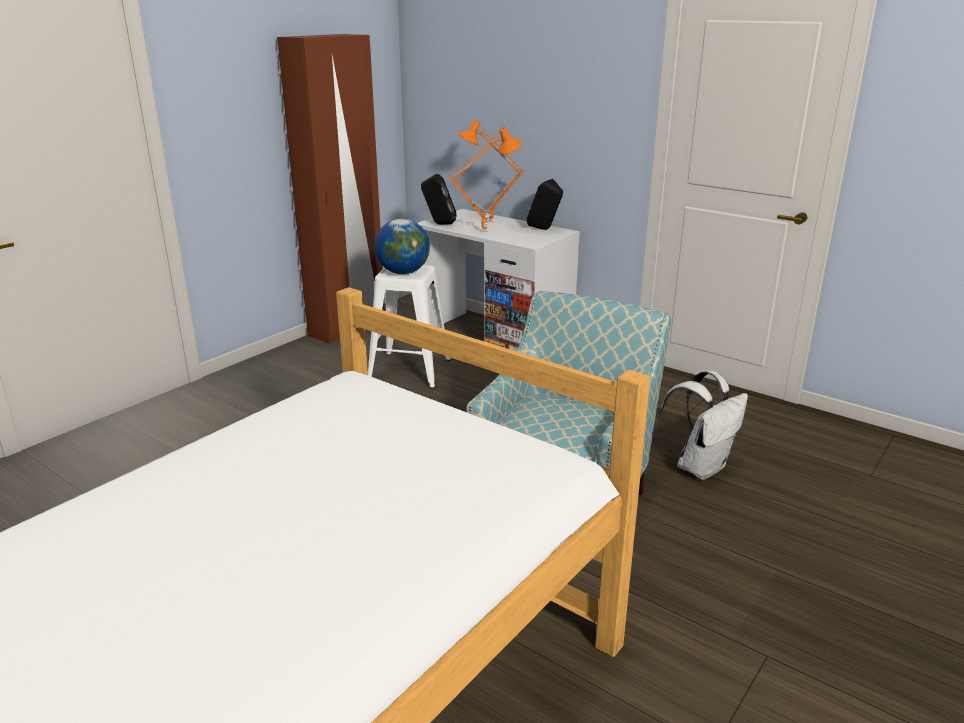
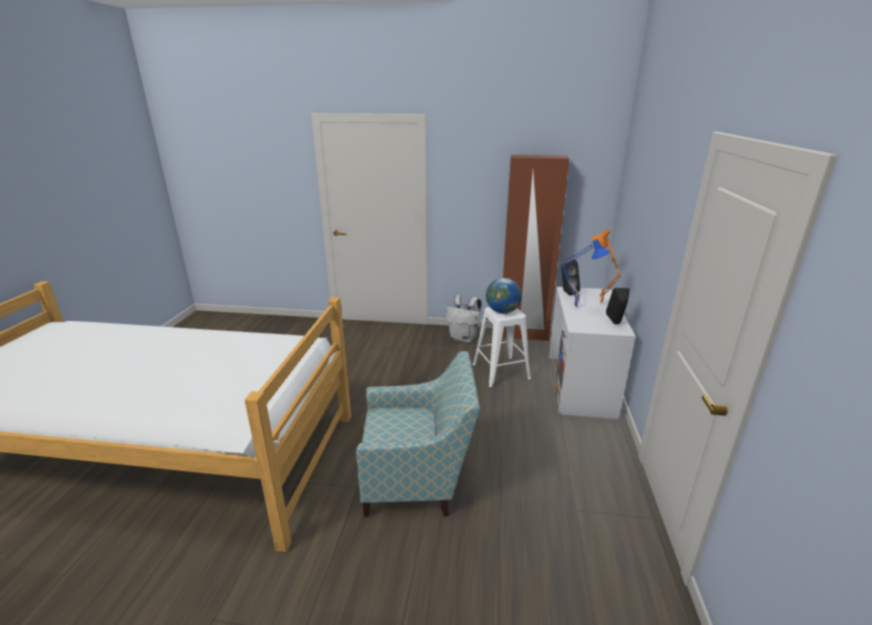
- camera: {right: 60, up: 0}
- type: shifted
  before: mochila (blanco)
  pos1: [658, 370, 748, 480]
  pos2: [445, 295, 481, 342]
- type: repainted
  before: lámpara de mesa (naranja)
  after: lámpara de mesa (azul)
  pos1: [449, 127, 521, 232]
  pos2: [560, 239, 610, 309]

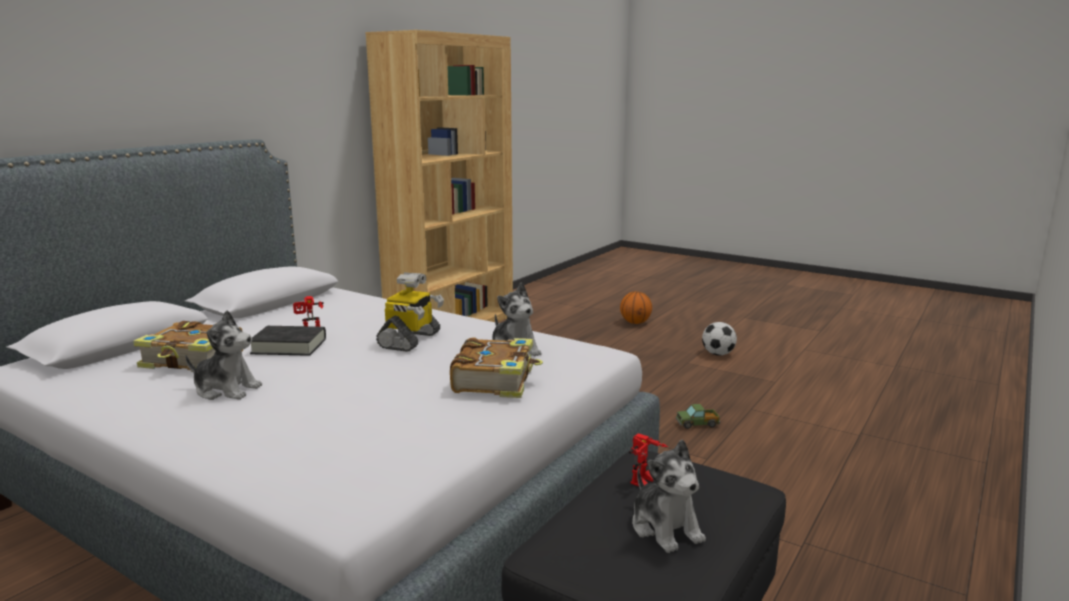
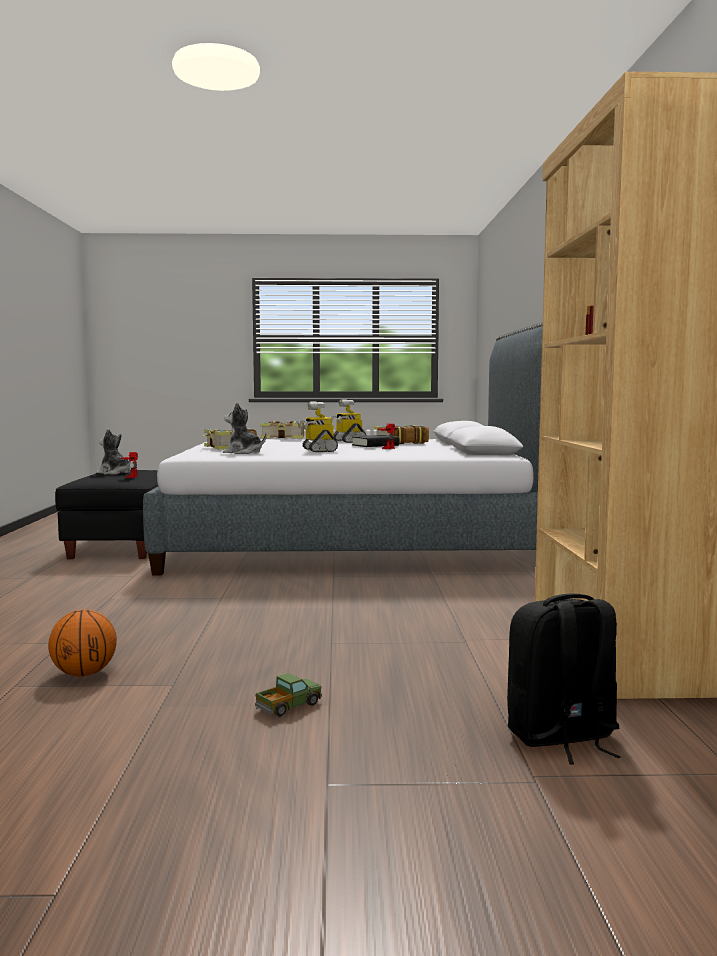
- camera: {right: 145, up: -10}
- type: shifted
  before: balón de baloncesto
  pos1: [620, 291, 652, 324]
  pos2: [48, 609, 117, 677]
- type: shifted
  before: camión de juguete
  pos1: [676, 404, 720, 429]
  pos2: [255, 673, 322, 716]
- type: new
  after: libro
  pos2: [260, 421, 304, 439]
- type: swapped
  before: peluche
  after: robot de juguete
  pos1: [185, 310, 262, 400]
  pos2: [330, 399, 367, 443]
- type: new
  after: mochila (negro)
  pos2: [507, 593, 621, 764]
- type: gone
  before: balón de fútbol
  pos1: [702, 322, 737, 356]

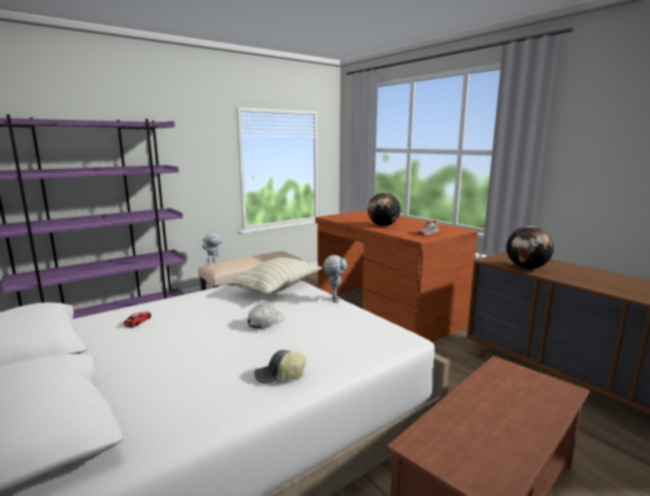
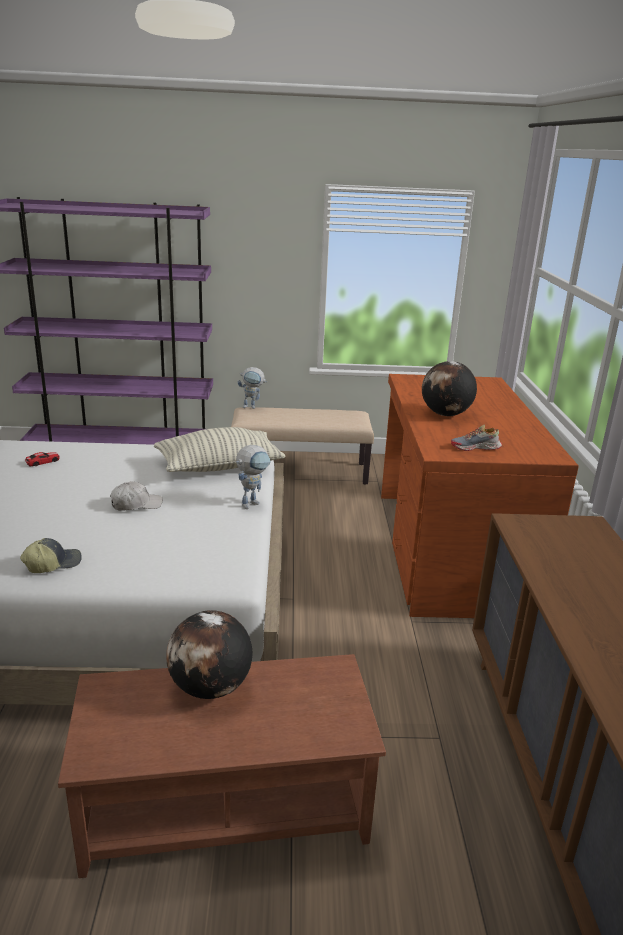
- camera: {right: 35, up: 10}
- type: rotated
  before: gorra
  pos1: [254, 350, 306, 384]
  pos2: [20, 538, 82, 573]
  turn: 120
- type: shifted
  before: globo terráqueo
  pos1: [506, 226, 554, 269]
  pos2: [166, 610, 253, 699]

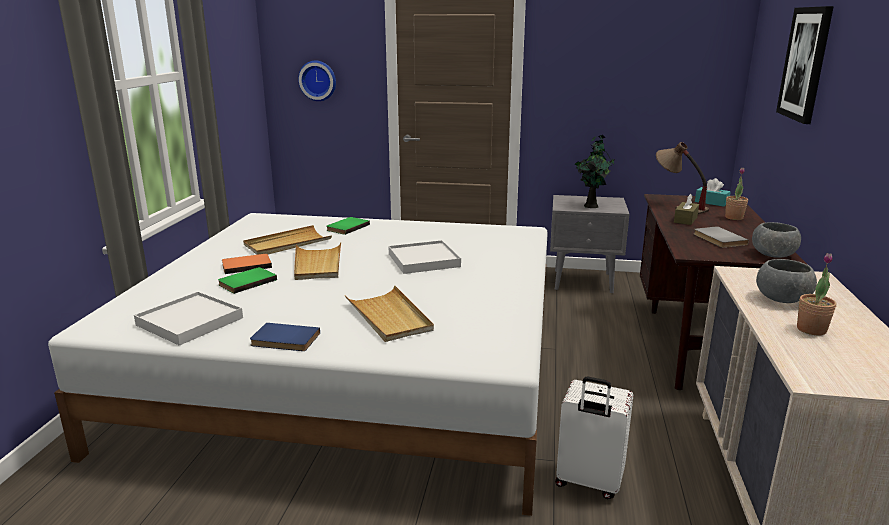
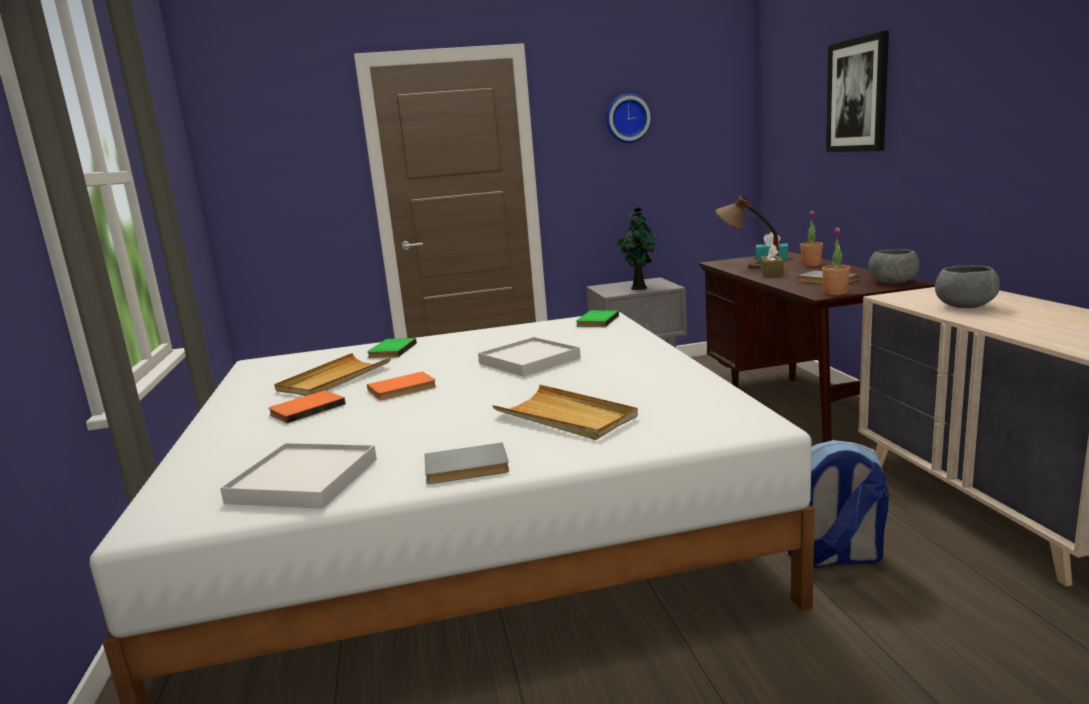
- camera: {right: -20, up: -5}
- type: swapped
  before: bandeja (beis)
  after: libro (naranja)
  pos1: [294, 243, 341, 280]
  pos2: [367, 372, 436, 400]
- type: repainted
  before: libro (azul)
  after: libro (gris)
  pos1: [250, 323, 320, 351]
  pos2: [424, 442, 509, 484]
- type: shifted
  before: libro (verde)
  pos1: [218, 267, 277, 294]
  pos2: [576, 310, 619, 327]
- type: shifted
  before: reloj de pared
  pos1: [298, 61, 336, 101]
  pos2: [606, 94, 651, 143]
- type: swapped
  before: maleta (blanco)
  after: mochila
  pos1: [555, 376, 634, 499]
  pos2: [788, 440, 889, 568]
- type: shifted
  before: planta en maceta
  pos1: [797, 253, 837, 335]
  pos2: [822, 228, 850, 295]

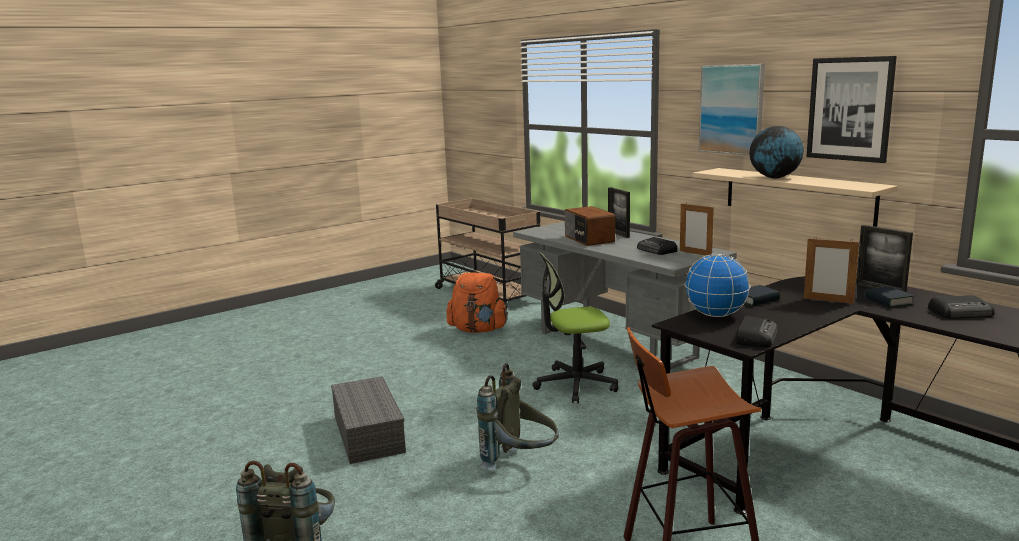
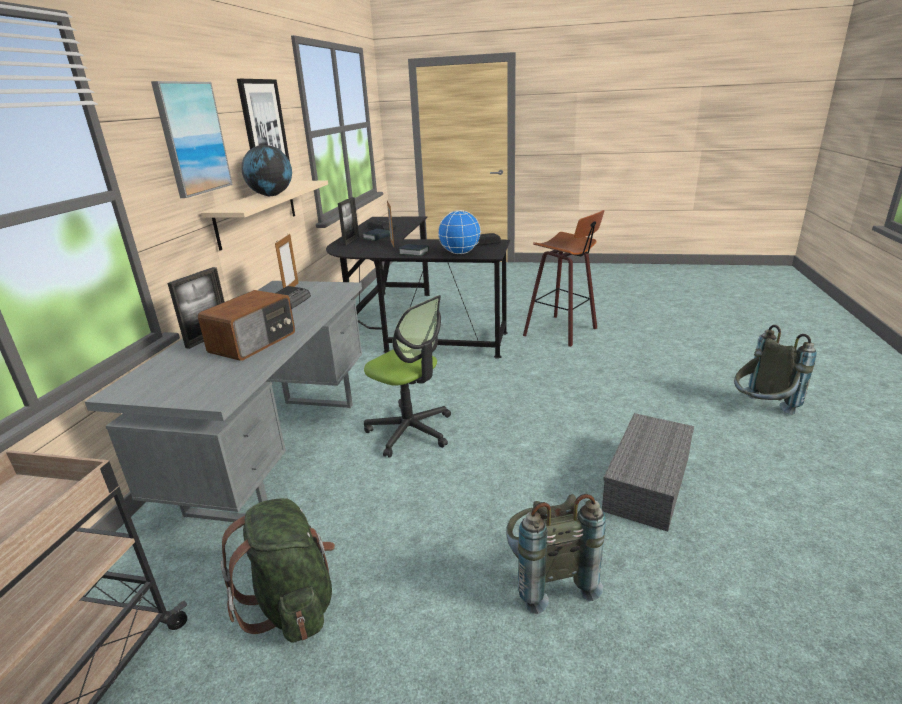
- camera: {right: -130, up: 10}
- type: repainted
  before: mochila (naranja)
  after: mochila (verde)
  pos1: [447, 273, 508, 333]
  pos2: [220, 498, 335, 642]
- type: shifted
  before: mochila (gris)
  pos1: [477, 363, 559, 471]
  pos2: [506, 494, 606, 614]

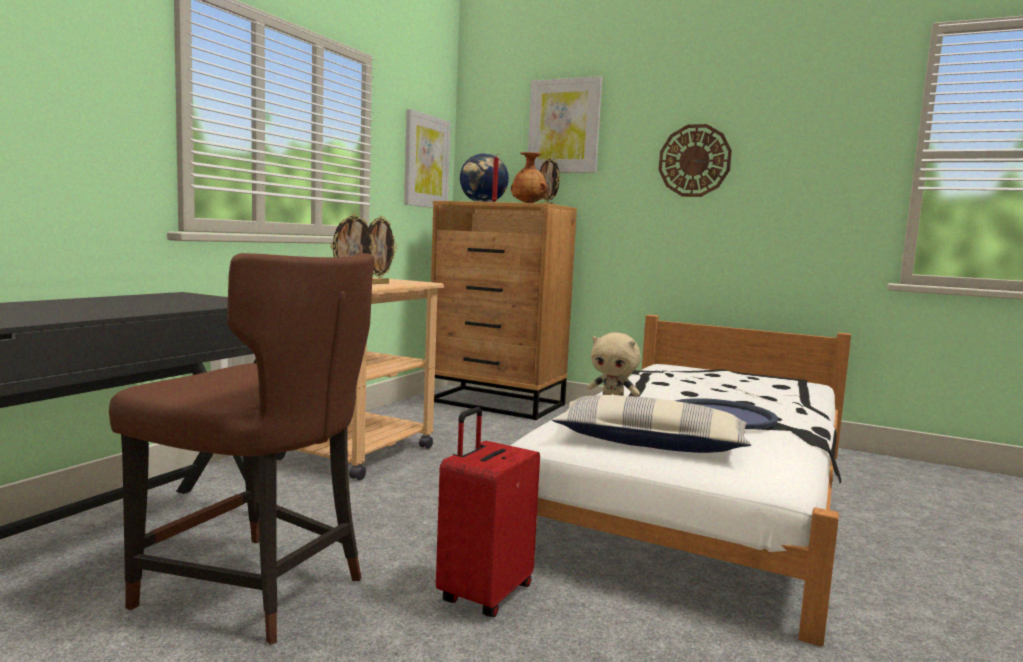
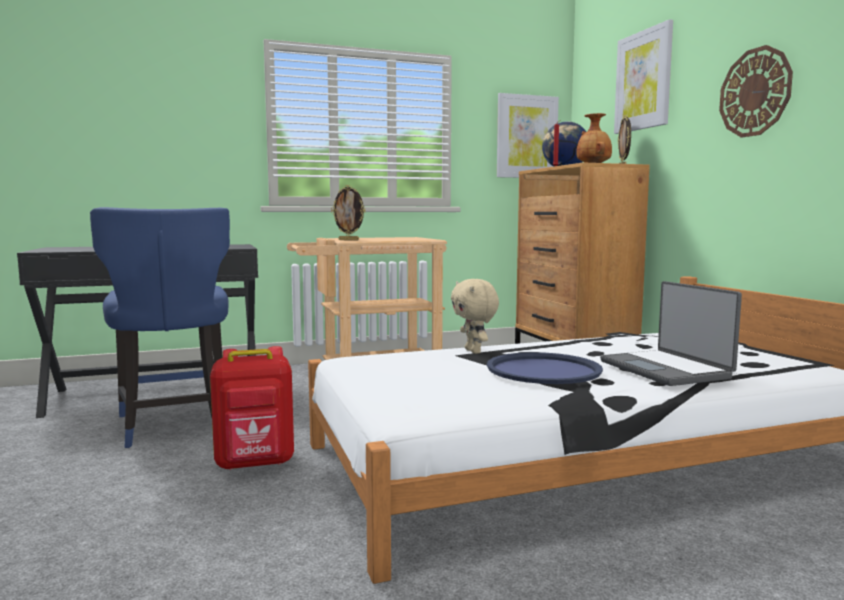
- camera: {right: 45, up: 0}
- type: repainted
  before: silla (marrón)
  after: silla (azul)
  pos1: [109, 252, 374, 645]
  pos2: [90, 207, 230, 448]
- type: swapped
  before: maleta (rojo)
  after: mochila (rojo)
  pos1: [436, 407, 540, 617]
  pos2: [210, 346, 294, 470]
- type: new
  after: portátil
  pos2: [600, 281, 742, 386]
- type: gone
  before: portarretratos
  pos1: [368, 216, 397, 284]
- type: gone
  before: cojín
  pos1: [552, 395, 751, 453]

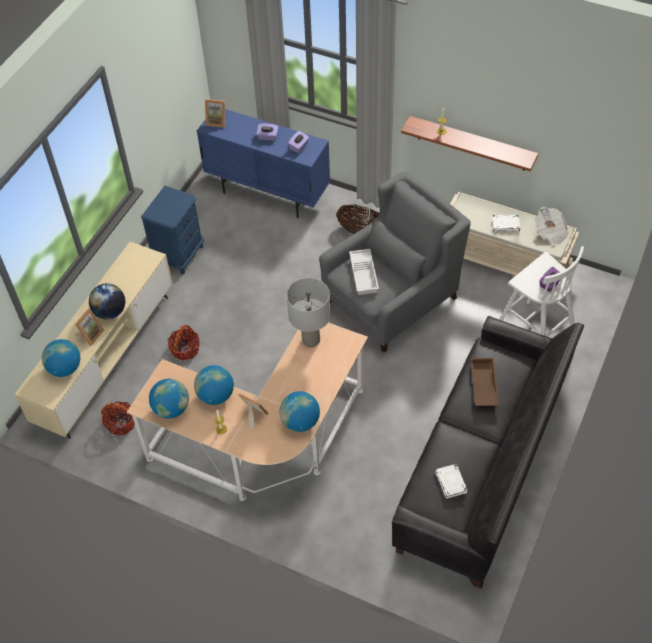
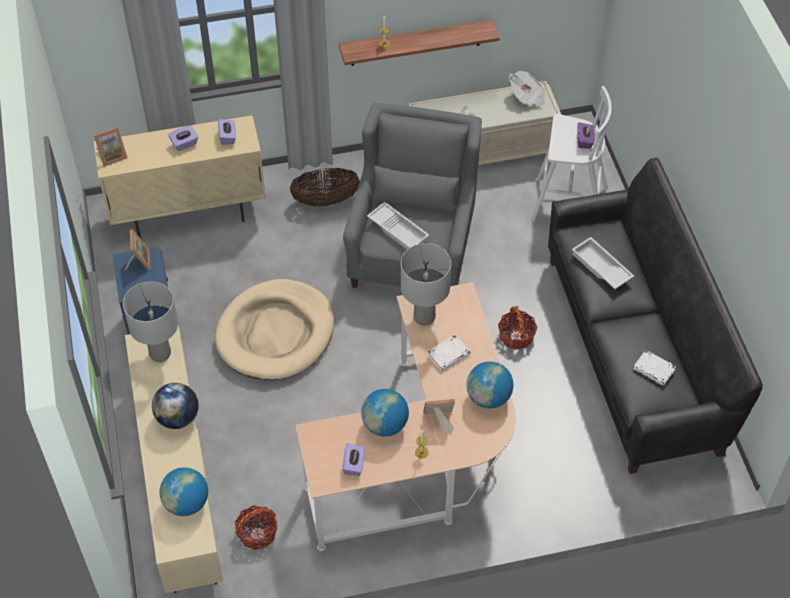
- camera: {right: -40, up: 0}
- type: repainted
  before: armario (azul)
  after: armario (beis)
  pos1: [197, 109, 330, 218]
  pos2: [93, 115, 266, 239]
- type: new
  after: lámpara de mesa (gris)
  pos2: [123, 281, 178, 362]
- type: shifted
  before: portarretratos
  pos1: [75, 308, 104, 346]
  pos2: [124, 229, 151, 271]
- type: new
  after: cama para perro (beis)
  pos2: [215, 279, 334, 380]
- type: swapped
  before: globo terráqueo
  after: caja de pañuelos (morado)
  pos1: [149, 379, 189, 418]
  pos2: [343, 443, 365, 476]
- type: shifted
  before: libro (blanco)
  pos1: [492, 215, 520, 232]
  pos2: [427, 335, 470, 371]
- type: shifted
  before: cesta
  pos1: [168, 325, 200, 361]
  pos2: [498, 306, 537, 350]
- type: repainted
  before: bandeja (marrón)
  after: bandeja (blanco)
  pos1: [471, 358, 499, 406]
  pos2: [572, 237, 634, 289]

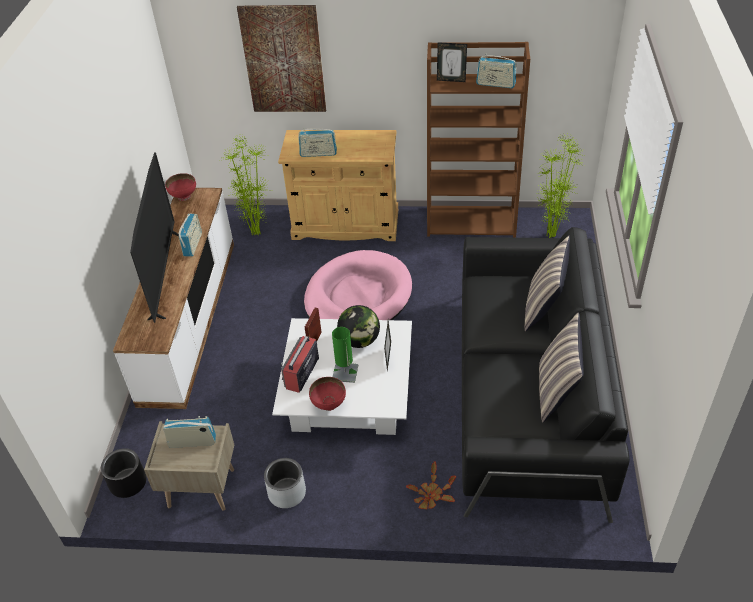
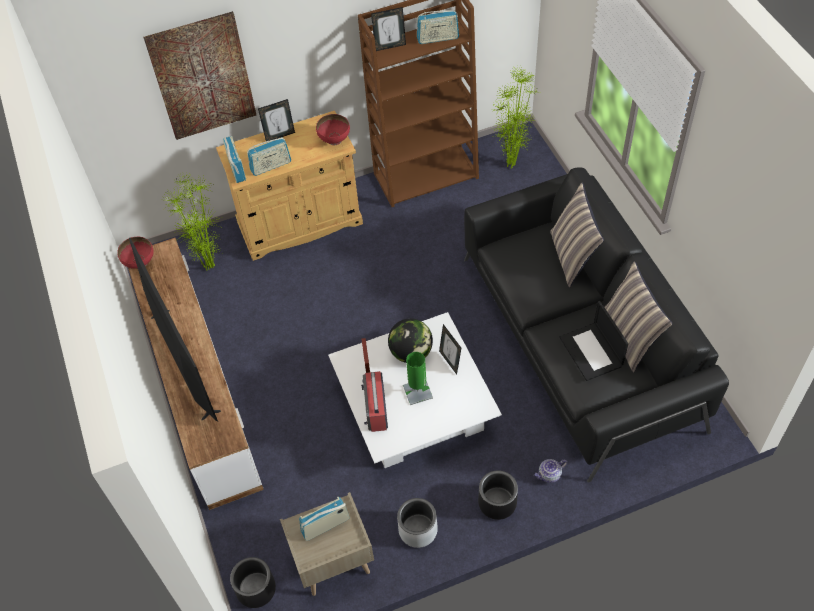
- camera: {right: -25, up: 10}
- type: shifted
  before: radio
  pos1: [179, 213, 202, 257]
  pos2: [223, 136, 246, 183]
- type: new
  after: portarretratos
  pos2: [258, 99, 295, 141]
- type: shifted
  before: cuenco (rojo)
  pos1: [309, 377, 346, 411]
  pos2: [316, 114, 350, 145]
- type: new
  after: maceta (negro)
  pos2: [478, 470, 518, 520]
- type: swapped
  before: planta en maceta
  after: tetera
  pos1: [406, 461, 456, 509]
  pos2: [534, 459, 567, 483]
- type: new
  after: portátil
  pos2: [559, 301, 628, 381]
- type: gone
  before: cama para perro (rosa)
  pos1: [304, 250, 412, 320]

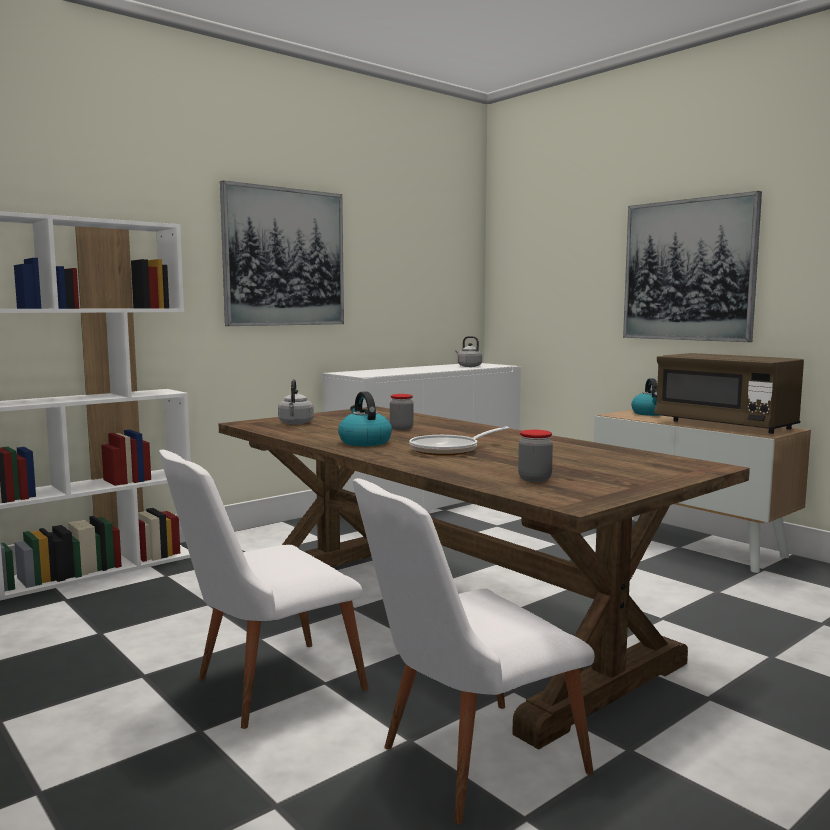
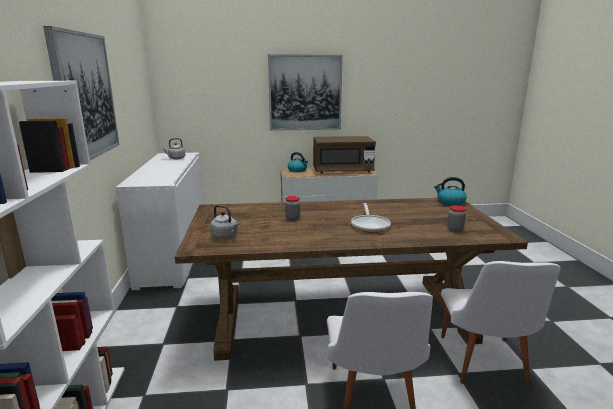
- camera: {right: -55, up: 10}
- type: shifted
  before: hervidor
  pos1: [338, 391, 392, 446]
  pos2: [434, 177, 467, 206]

